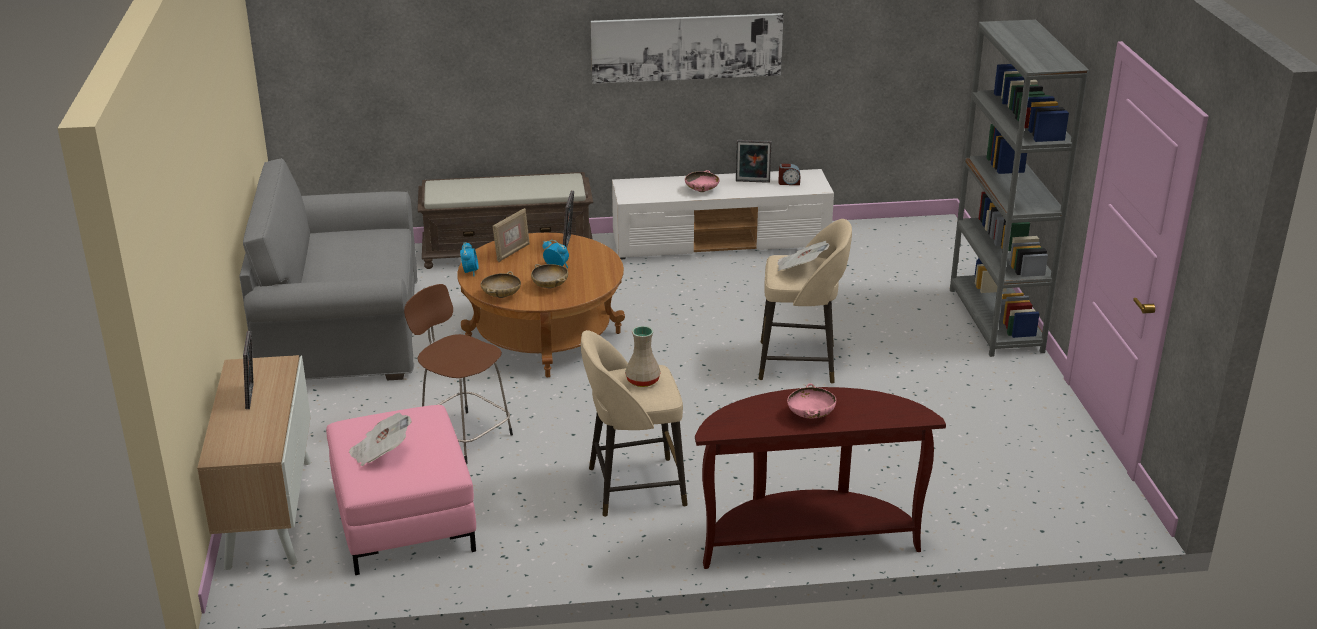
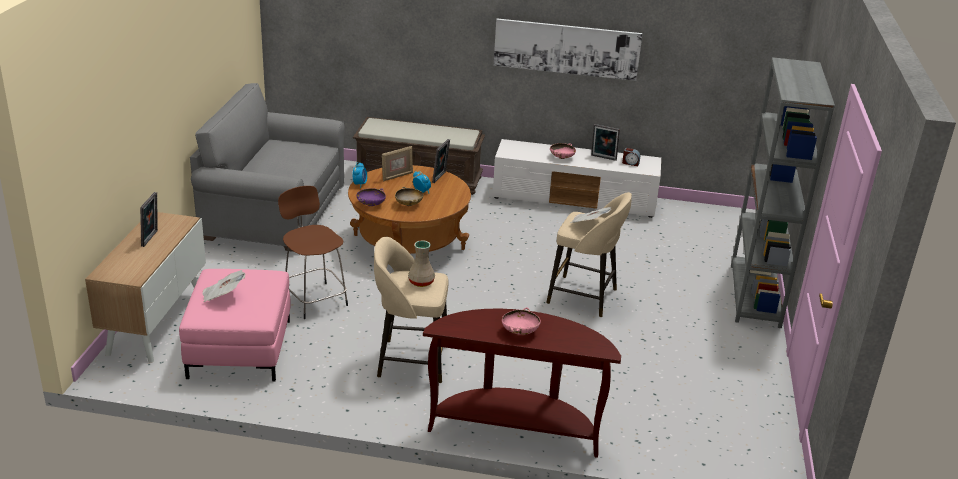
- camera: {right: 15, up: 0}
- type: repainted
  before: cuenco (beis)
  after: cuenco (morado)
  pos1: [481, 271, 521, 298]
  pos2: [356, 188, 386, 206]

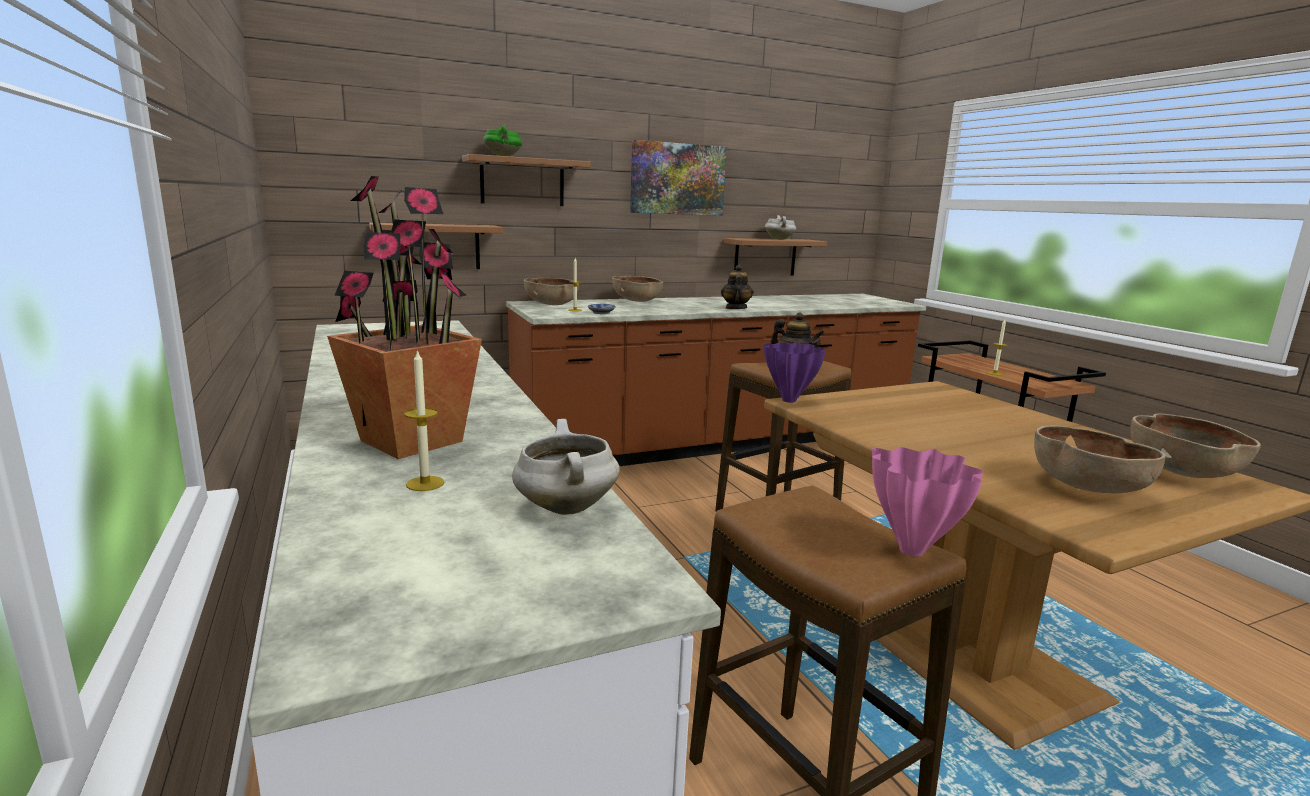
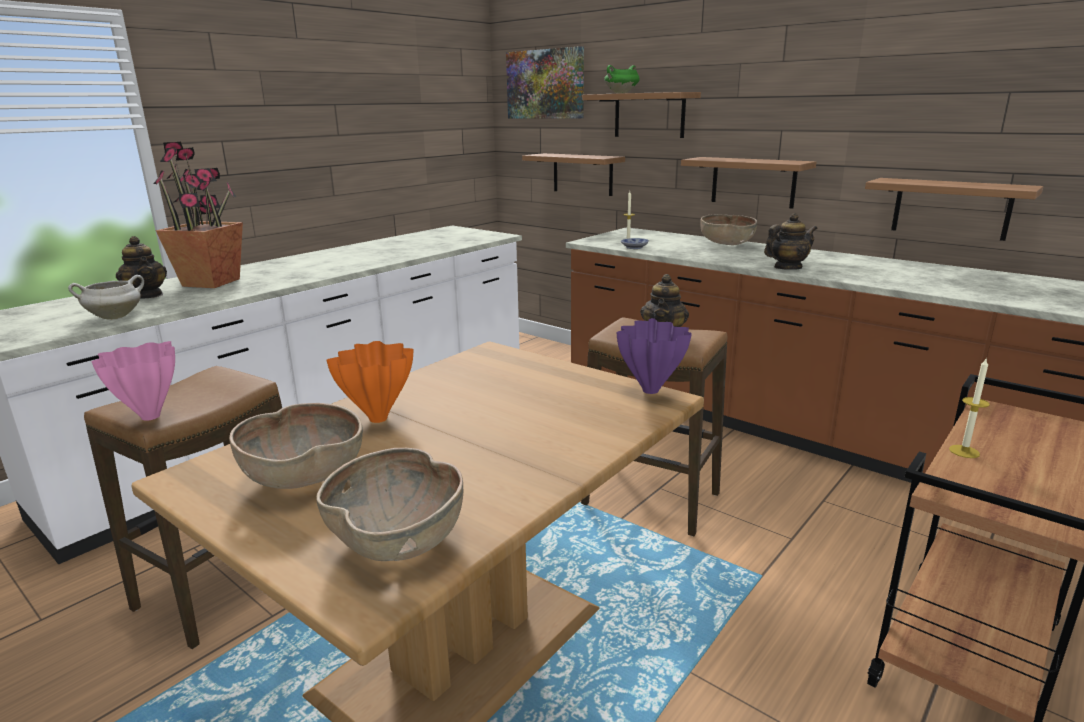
- camera: {right: 65, up: 5}
- type: swapped
  before: vela
  after: tetera
  pos1: [404, 349, 445, 491]
  pos2: [116, 236, 167, 298]
- type: new
  after: florero (naranja)
  pos2: [327, 341, 413, 423]
- type: shifted
  before: cuadro
  pos1: [630, 140, 727, 216]
  pos2: [506, 46, 584, 118]
- type: shifted
  before: florero (morado)
  pos1: [764, 343, 825, 403]
  pos2: [616, 318, 692, 394]
- type: new
  after: estante
  pos2: [681, 157, 816, 209]
- type: gone
  before: cuenco (marrón)
  pos1: [524, 278, 579, 305]
- type: gone
  before: olla (blanco)
  pos1: [765, 215, 796, 240]

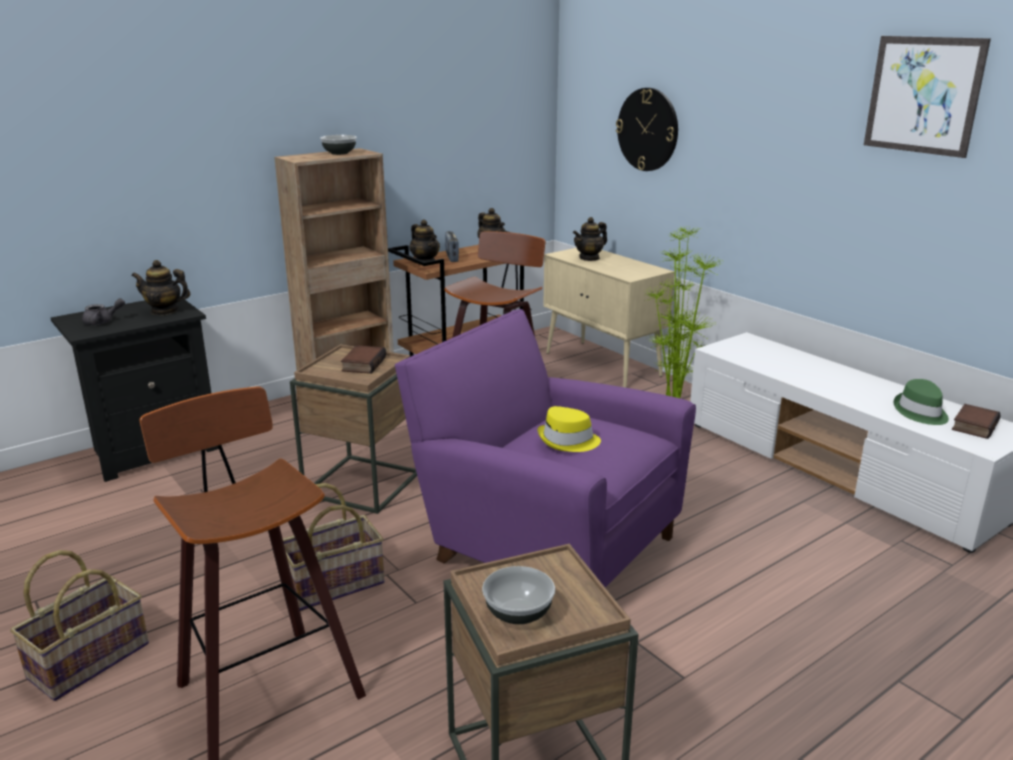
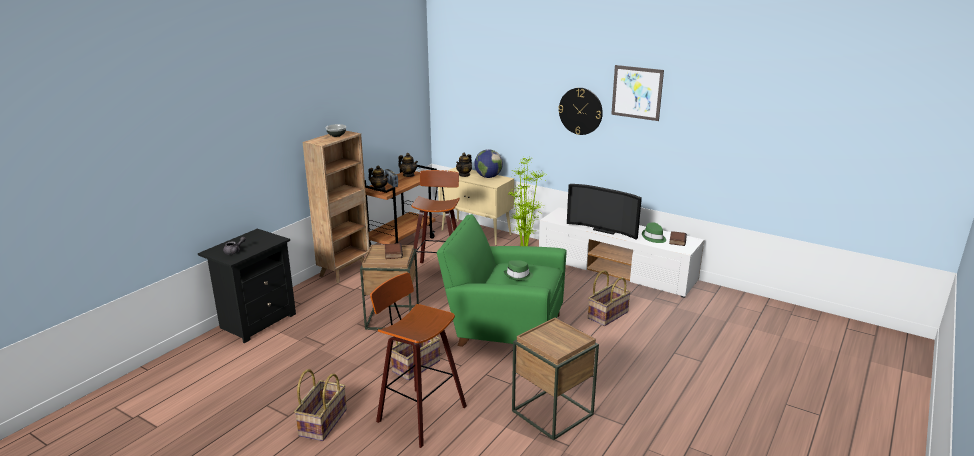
- camera: {right: -20, up: 0}
- type: repainted
  before: sillón (morado)
  after: sillón (verde)
  pos1: [395, 309, 696, 587]
  pos2: [437, 214, 567, 347]
- type: new
  after: globo terráqueo
  pos2: [474, 149, 503, 178]
- type: repainted
  before: sombrero (amarillo)
  after: sombrero (verde)
  pos1: [538, 406, 601, 452]
  pos2: [504, 260, 533, 281]
- type: shifted
  before: reloj de pared
  pos1: [616, 88, 678, 171]
  pos2: [558, 88, 603, 135]
- type: new
  after: televisor
  pos2: [567, 184, 642, 240]
- type: new
  after: cesta
  pos2: [588, 270, 631, 326]
- type: gone
  before: tetera
  pos1: [131, 260, 190, 315]
- type: gone
  before: cuenco
  pos1: [482, 566, 555, 624]

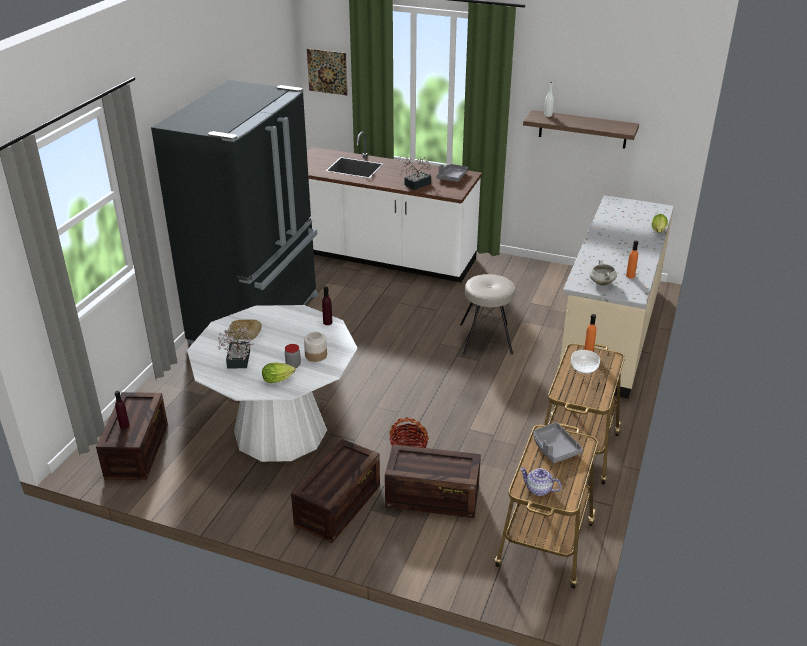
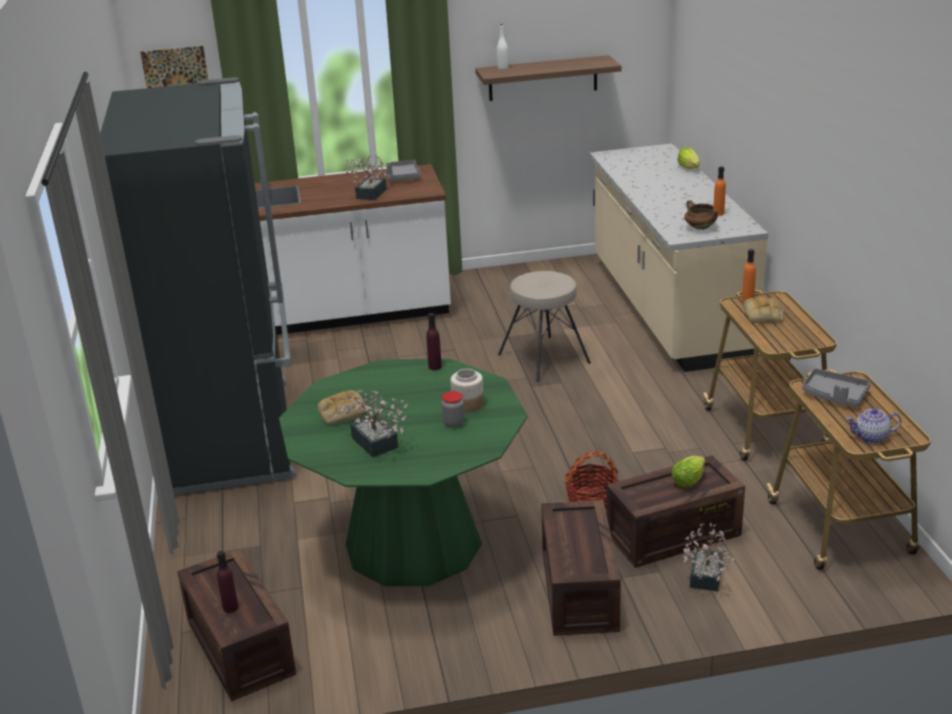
- camera: {right: -30, up: -5}
- type: repainted
  before: mesa de comedor (blanco)
  after: mesa de comedor (verde)
  pos1: [187, 305, 358, 462]
  pos2: [279, 359, 528, 586]
- type: shifted
  before: lechuga
  pos1: [262, 362, 295, 383]
  pos2: [672, 456, 705, 487]
- type: new
  after: planta en maceta
  pos2: [683, 523, 735, 591]
- type: repainted
  before: olla (blanco)
  after: olla (marrón)
  pos1: [590, 259, 617, 286]
  pos2: [684, 200, 718, 230]
- type: swapped
  before: cuenco
  after: pan
  pos1: [571, 350, 600, 374]
  pos2: [744, 297, 784, 323]

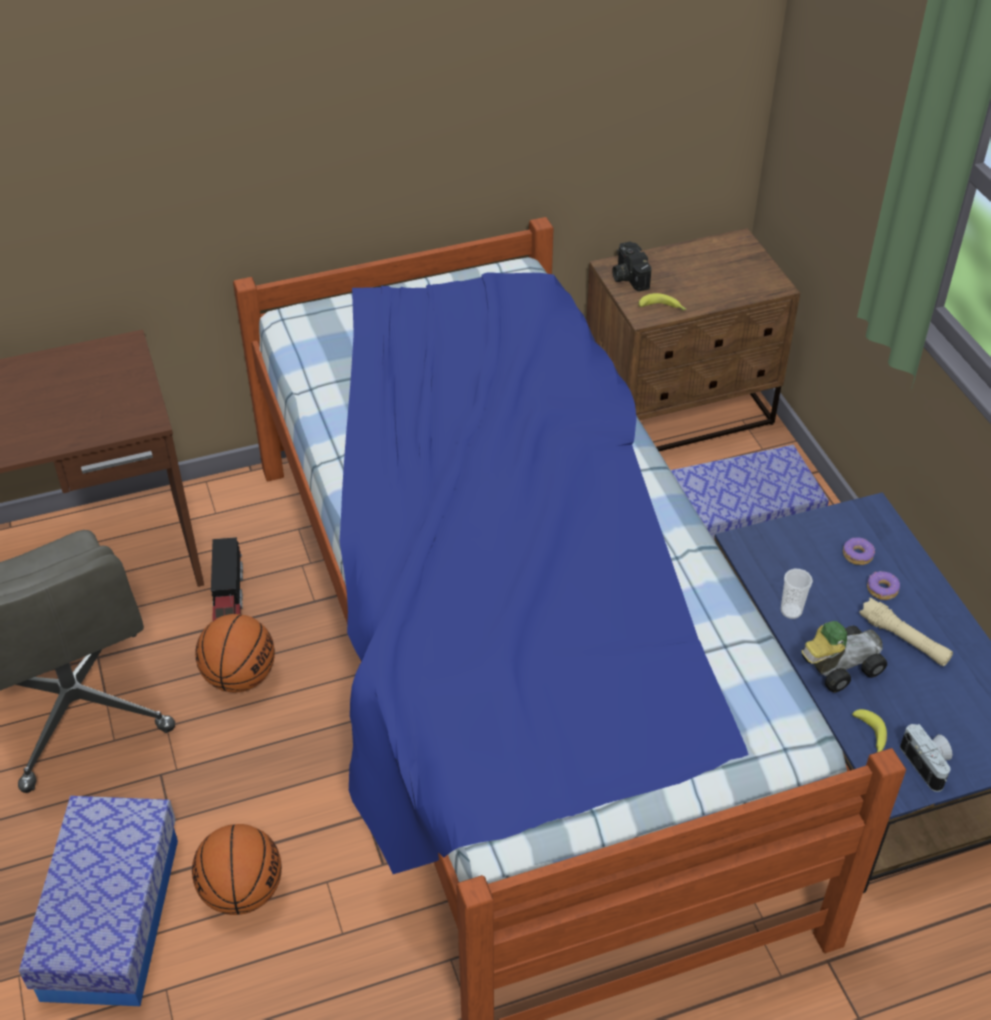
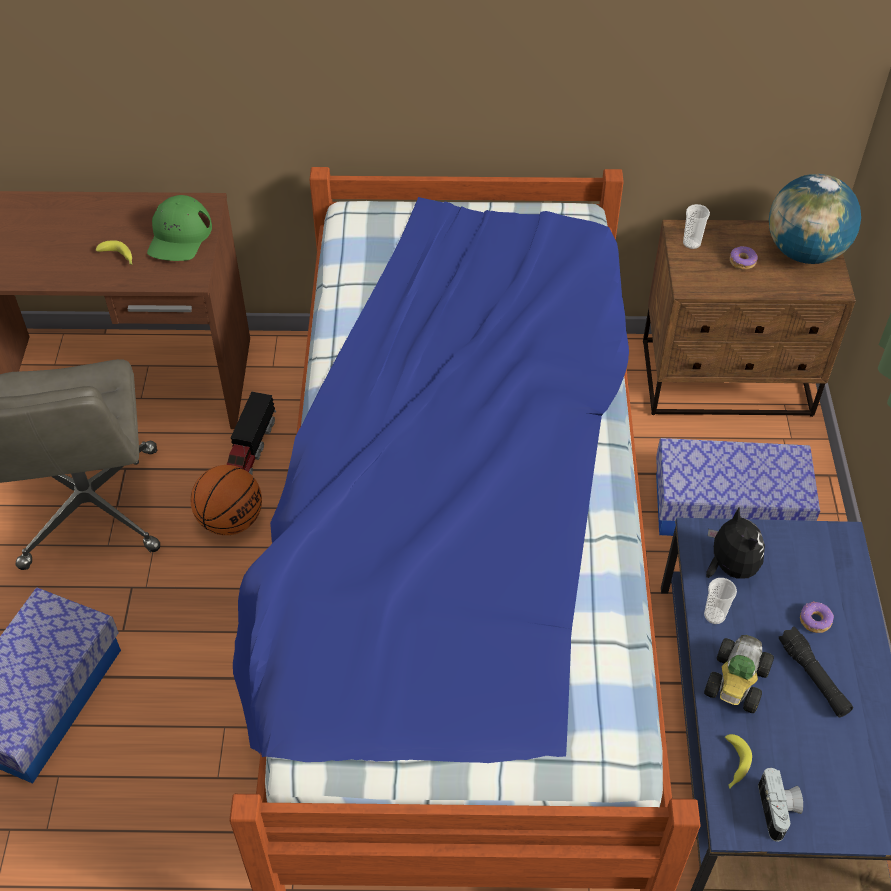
- camera: {right: 20, up: 5}
- type: shifted
  before: plátano
  pos1: [639, 293, 686, 310]
  pos2: [96, 240, 133, 265]
- type: new
  after: gorra (verde)
  pos2: [147, 195, 212, 261]
- type: swapped
  before: cámara
  after: taza
  pos1: [612, 241, 651, 292]
  pos2: [683, 204, 710, 249]
- type: rotated
  before: coche de juguete
  pos1: [802, 621, 887, 693]
  pos2: [704, 635, 774, 713]
  turn: -60
- type: new
  after: peluche
  pos2: [706, 506, 765, 579]
- type: shifted
  before: rosquilla
  pos1: [843, 538, 875, 565]
  pos2: [730, 246, 758, 270]
- type: new
  after: globo terráqueo
  pos2: [769, 174, 861, 264]
- type: repainted
  before: linterna (beis)
  after: linterna (negro)
  pos1: [859, 597, 953, 666]
  pos2: [778, 626, 853, 717]
- type: gone
  before: balón de baloncesto
  pos1: [192, 824, 282, 915]

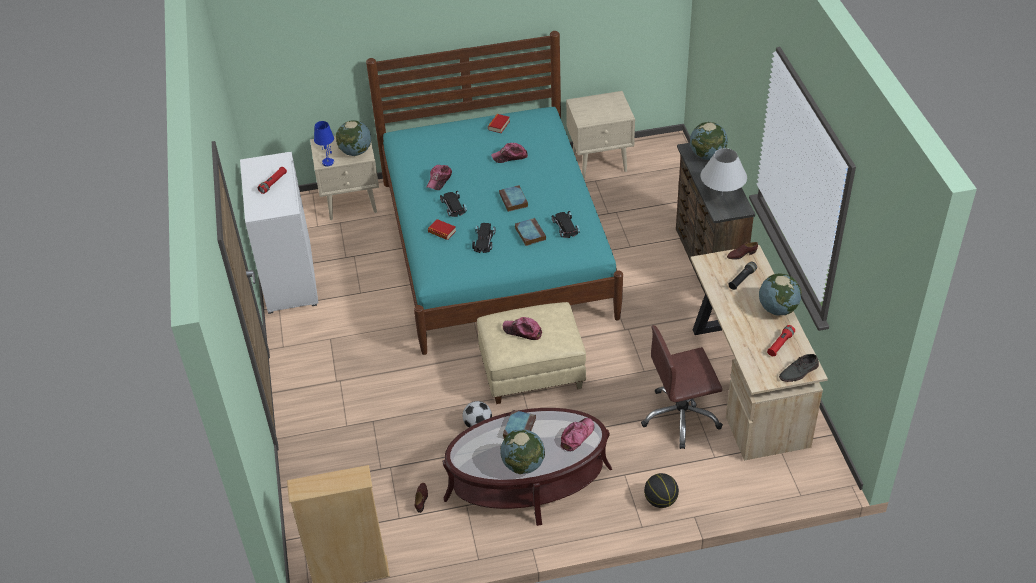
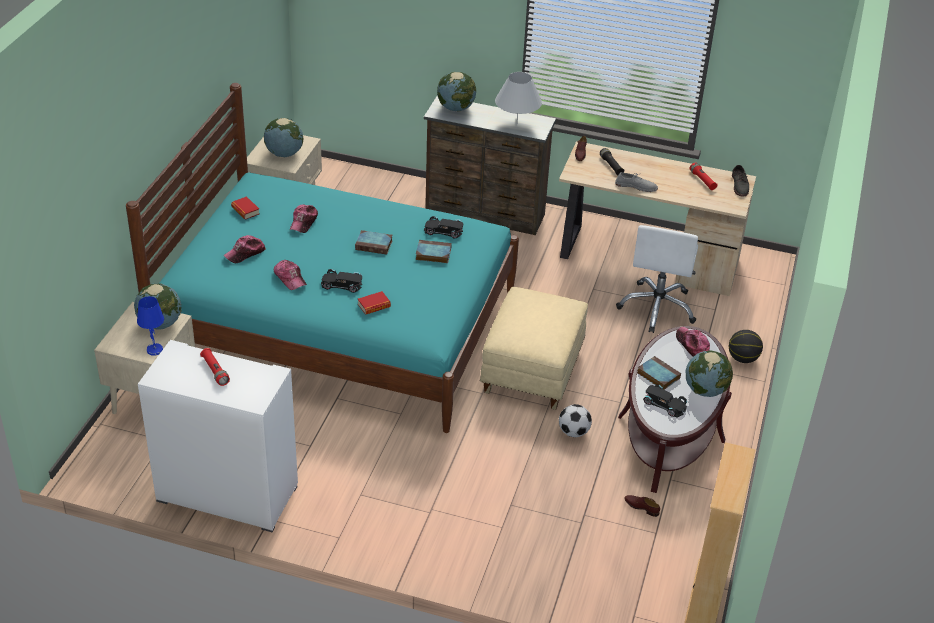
- camera: {right: -65, up: -5}
- type: shifted
  before: gorra
  pos1: [503, 317, 542, 340]
  pos2: [224, 235, 266, 263]
- type: shifted
  before: globo terráqueo
  pos1: [759, 273, 801, 315]
  pos2: [264, 118, 303, 157]
- type: new
  after: zapato (gris)
  pos2: [615, 172, 658, 192]
- type: repainted
  before: silla de oficina (marrón)
  after: silla de oficina (blanco)
  pos1: [641, 325, 723, 449]
  pos2: [616, 225, 698, 333]
- type: shifted
  before: coche de juguete (negro)
  pos1: [472, 223, 495, 253]
  pos2: [643, 385, 687, 417]

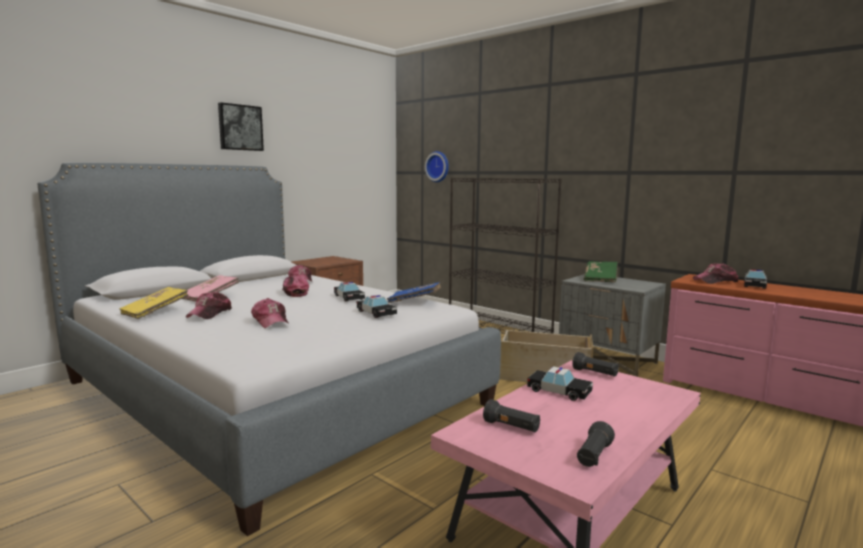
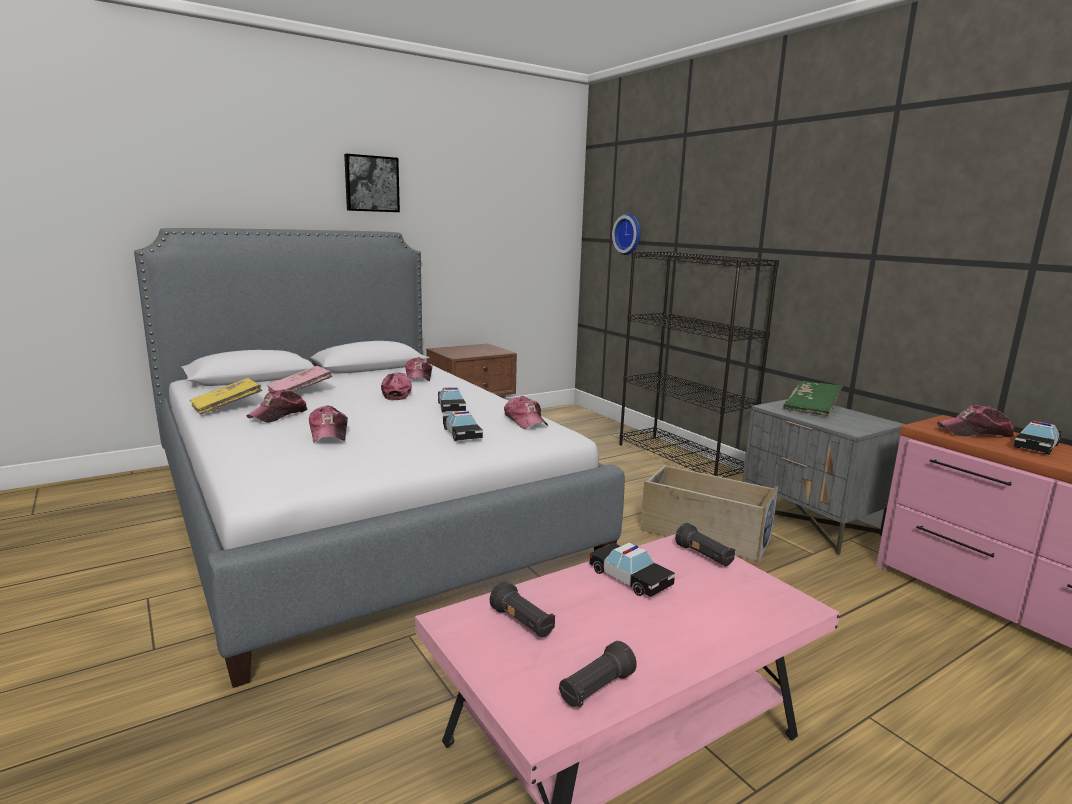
- camera: {right: 15, up: 5}
- type: swapped
  before: libro (azul)
  after: gorra
  pos1: [387, 282, 441, 303]
  pos2: [504, 396, 548, 429]

